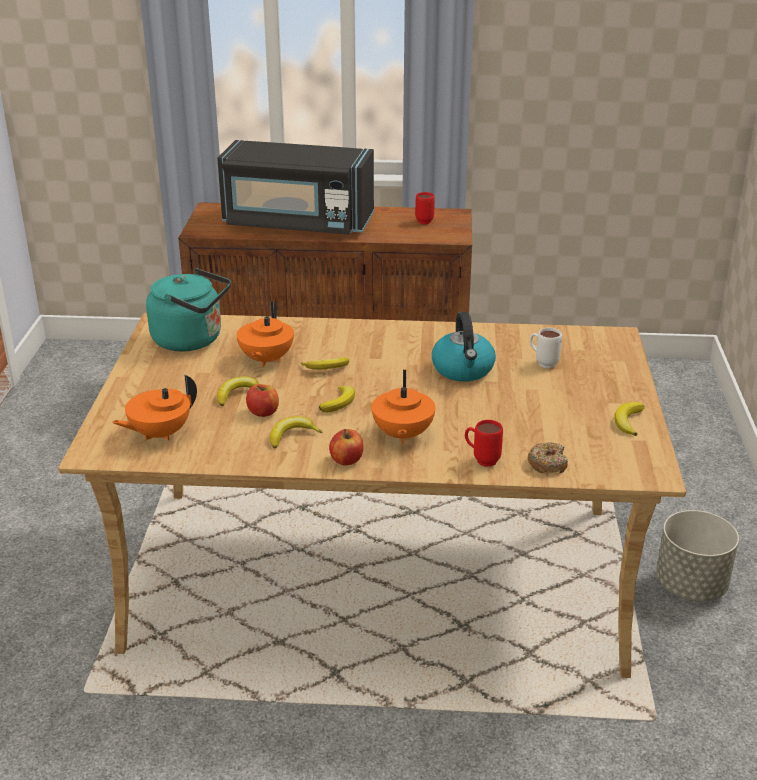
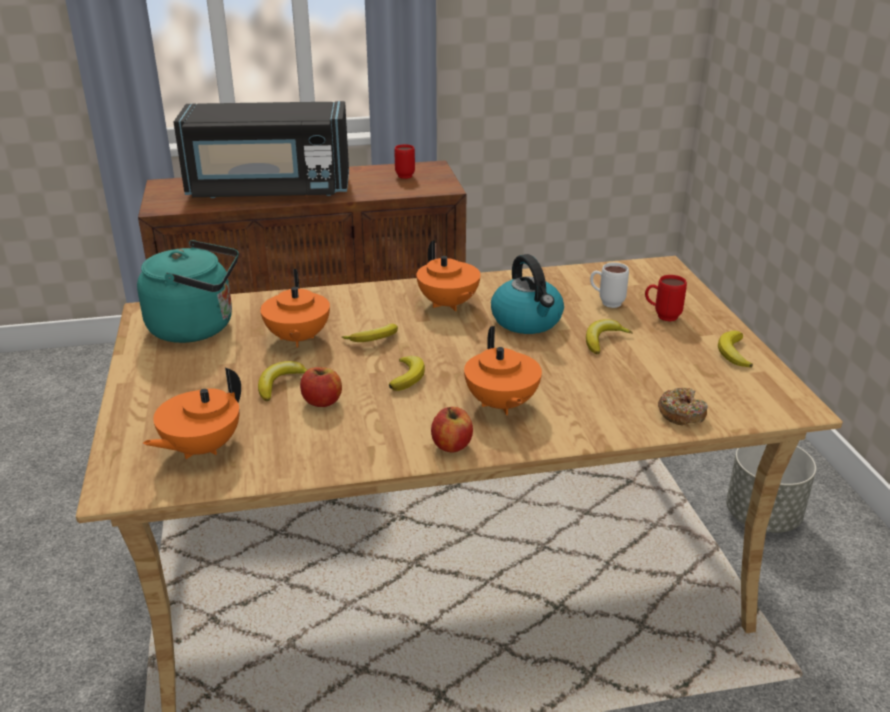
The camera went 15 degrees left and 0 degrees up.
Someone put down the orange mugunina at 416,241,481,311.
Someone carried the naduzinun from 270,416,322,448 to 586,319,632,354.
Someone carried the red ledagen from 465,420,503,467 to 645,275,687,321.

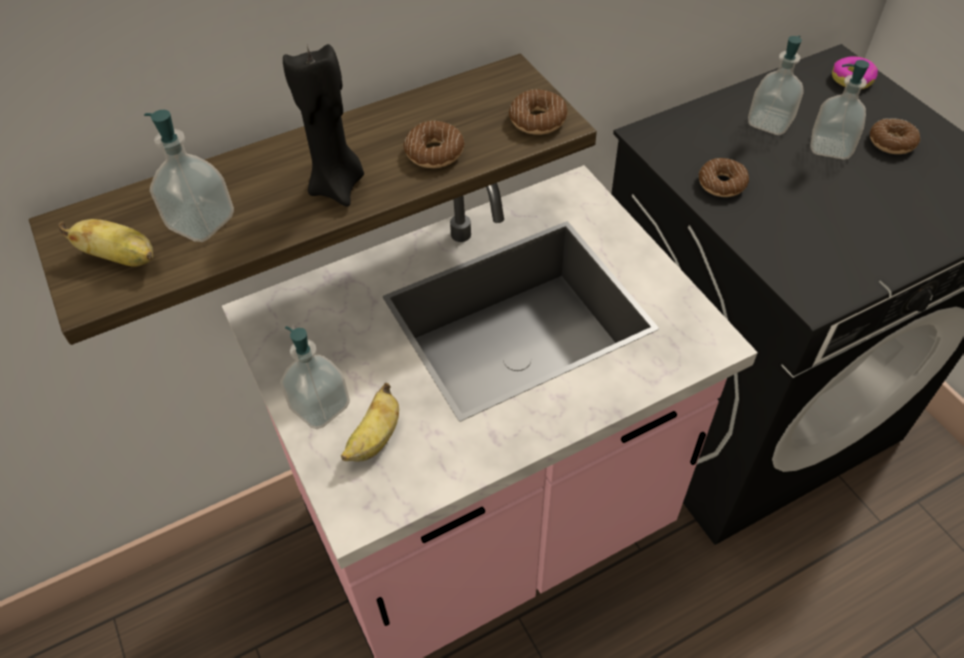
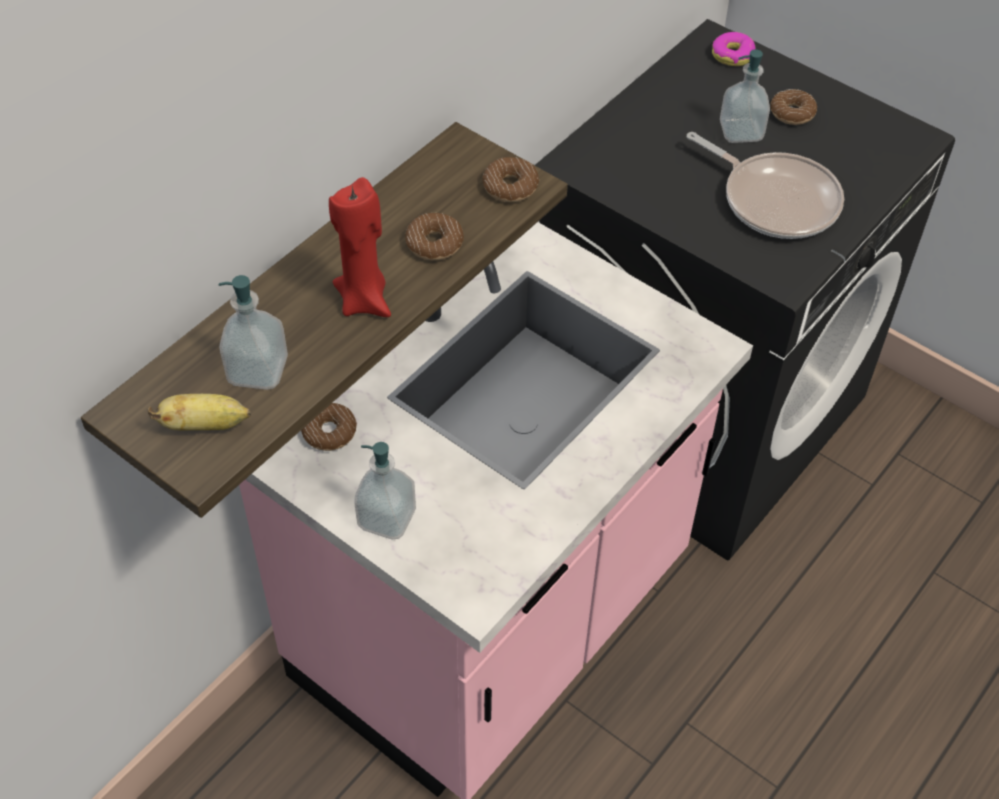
The camera went 25 degrees left and 0 degrees up.
Someone carried the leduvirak from 699,158,749,197 to 301,403,357,451.
Someone repainted the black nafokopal at 283,44,364,207, which became the red nafokopal at 329,177,391,317.
Someone put down the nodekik at 687,132,844,239.
Someone took away the naduzinun at 341,383,399,461.
Someone took away the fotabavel at 748,36,804,135.

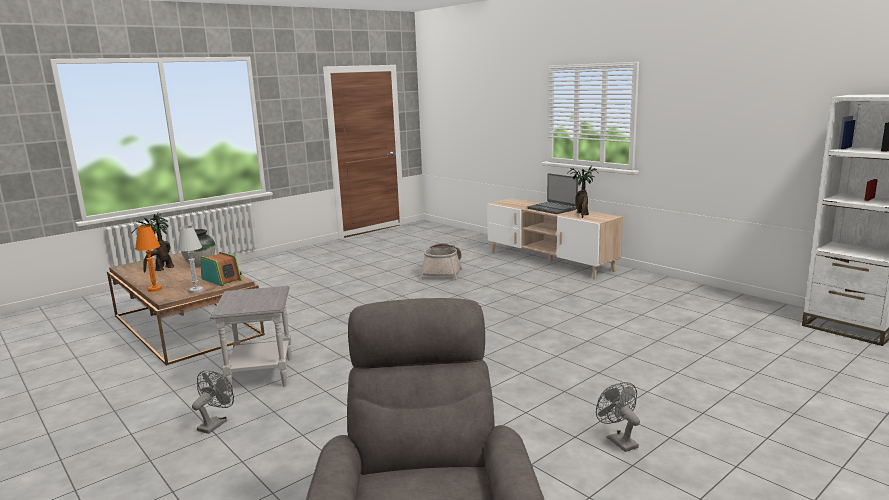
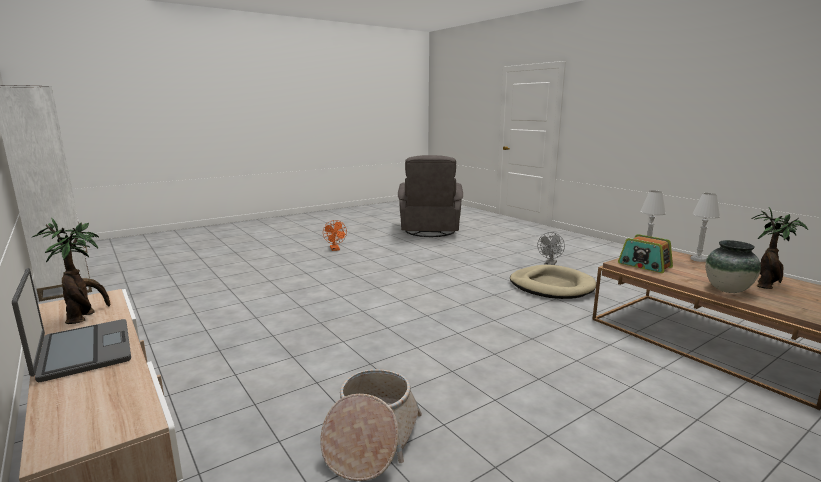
The camera went 175 degrees left and 0 degrees up.
Someone repainted the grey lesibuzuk at 596,382,640,452, which became the orange lesibuzuk at 323,220,347,251.
Someone swapped the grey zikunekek at 210,286,291,392 for the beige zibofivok at 510,265,596,299.
Someone repainted the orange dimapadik at 135,225,162,292, which became the white dimapadik at 690,193,720,262.

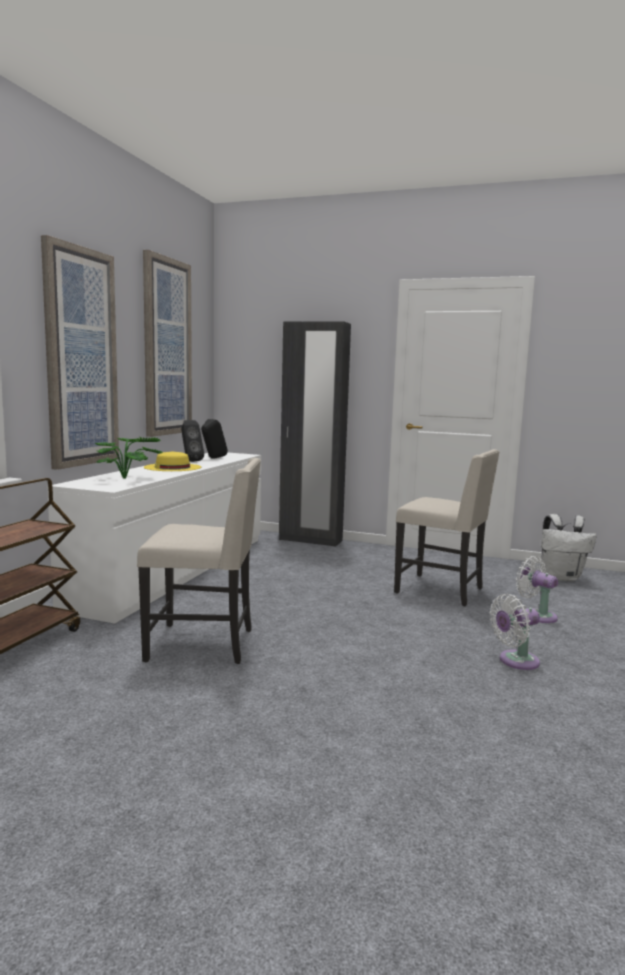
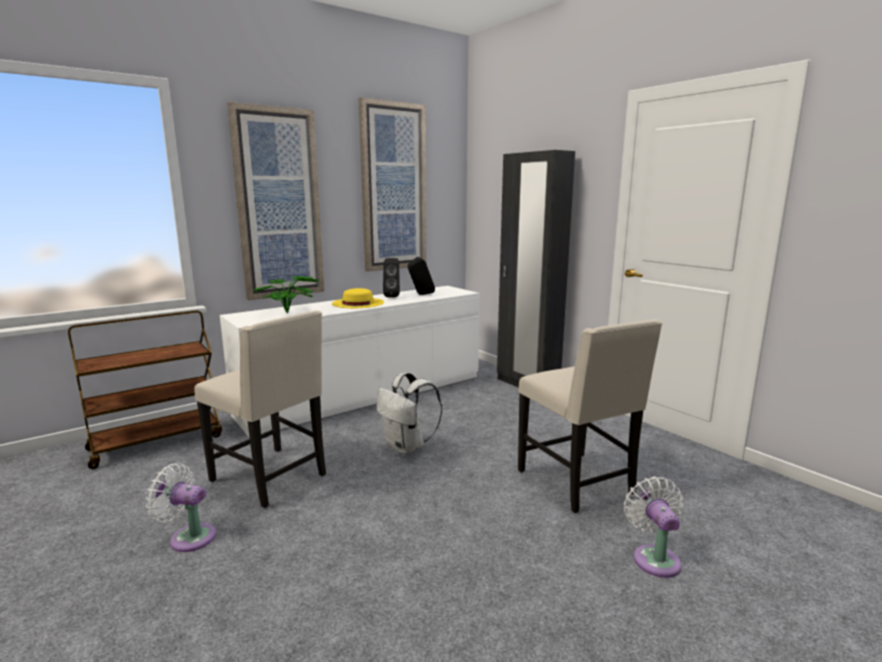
The camera went 35 degrees right and 5 degrees up.
Someone carried the white lesibuzuk from 490,594,540,670 to 146,463,216,552.
Someone carried the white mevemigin from 541,514,596,581 to 377,372,442,454.

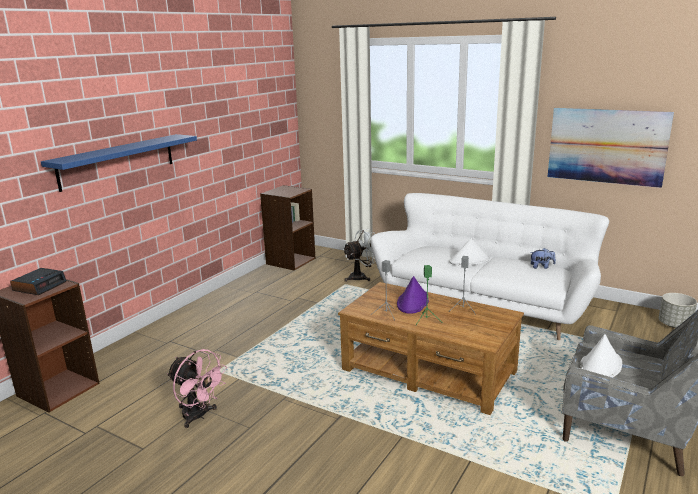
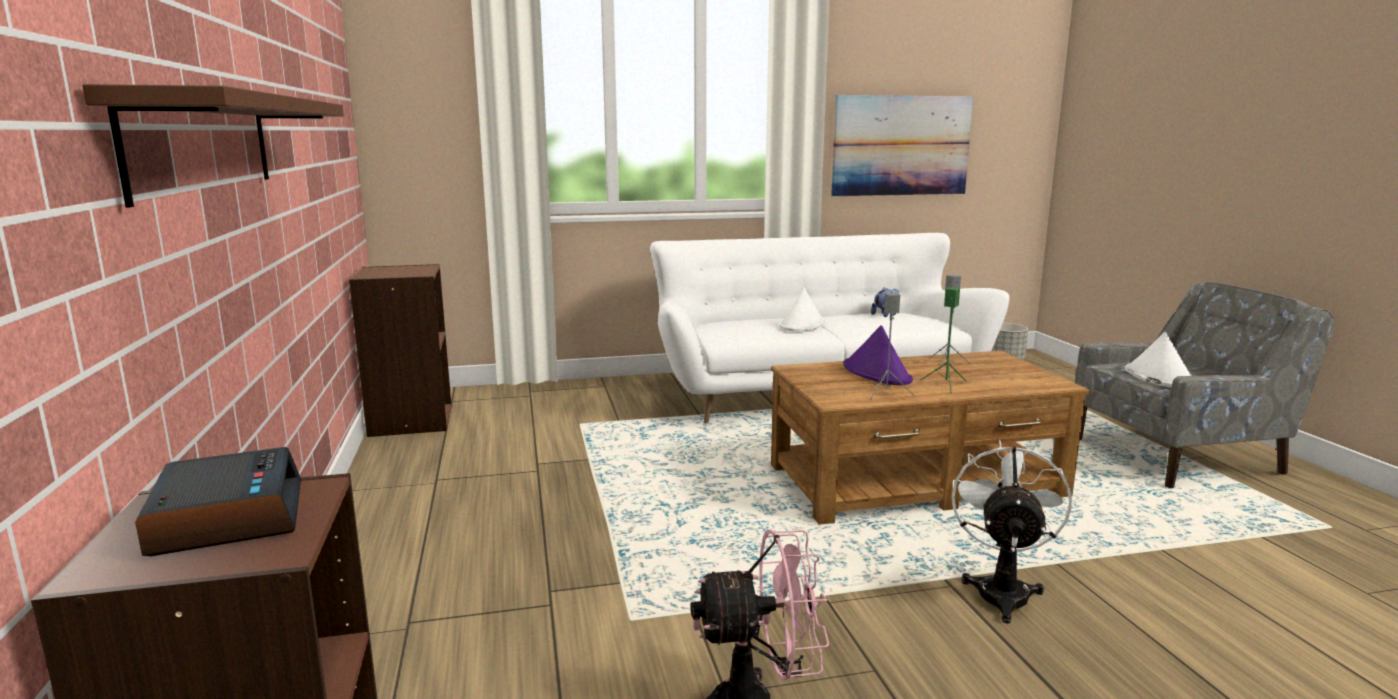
The camera went 45 degrees left and 5 degrees down.
Someone repainted the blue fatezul at 41,134,197,192, which became the brown fatezul at 83,84,344,208.
Someone carried the white lesibuzuk from 343,229,375,282 to 952,440,1072,623.

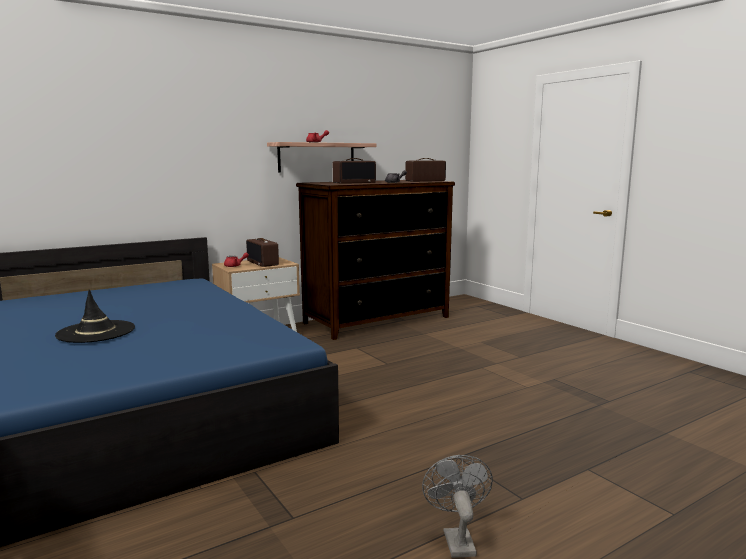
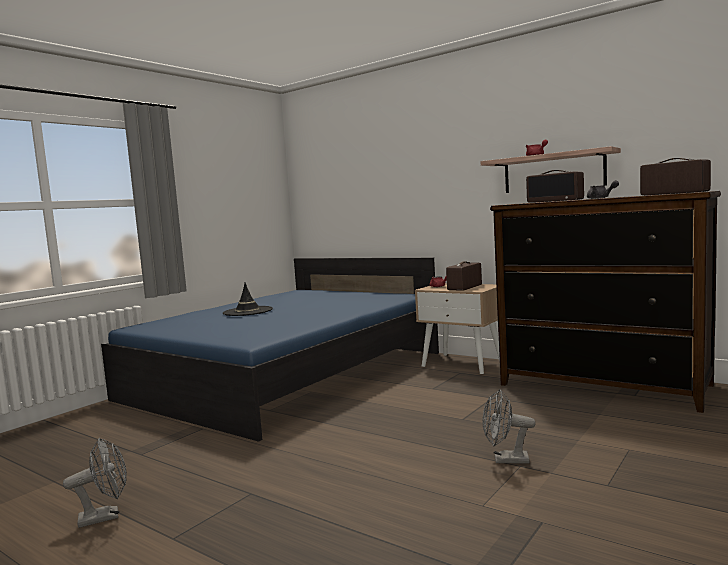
The camera went 70 degrees right and 5 degrees down.
Someone put down the grey lesibuzuk at 482,389,536,464.

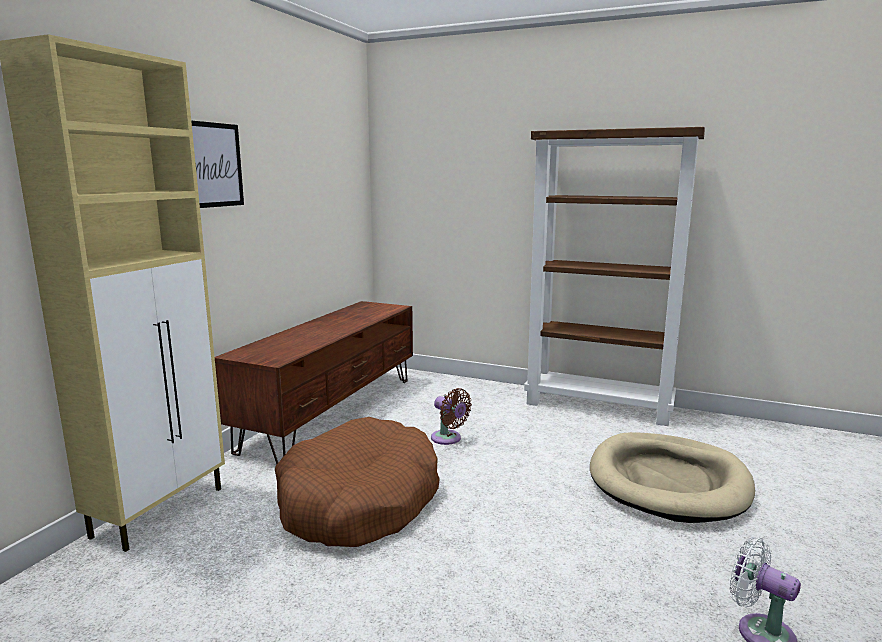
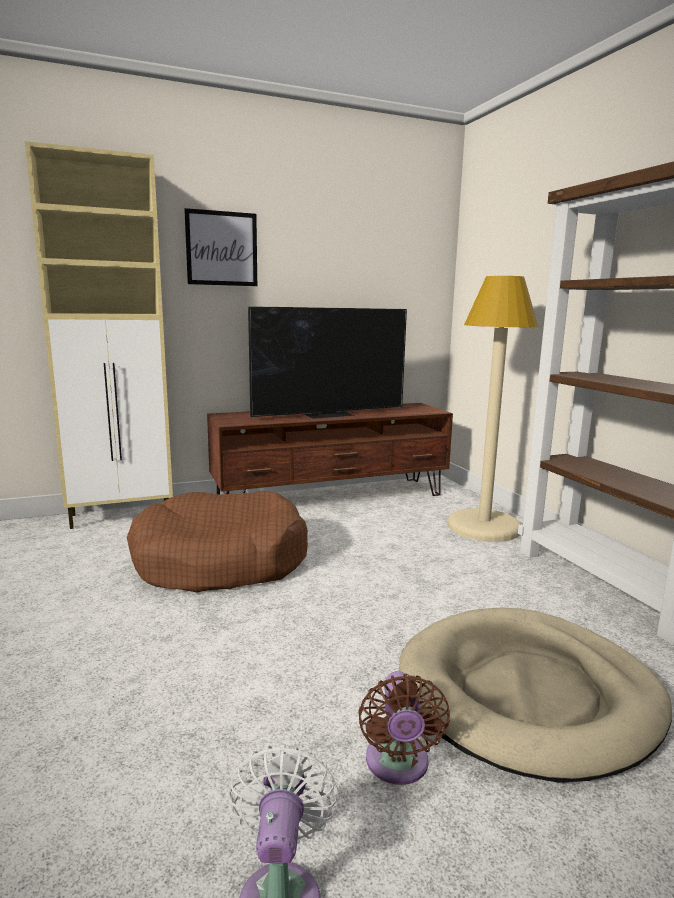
The camera went 45 degrees right and 0 degrees up.
Someone put down the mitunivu at 248,306,407,419.
Someone carried the brown lesibuzuk from 431,388,472,445 to 358,671,450,785.
Someone put down the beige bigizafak at 448,276,538,542.

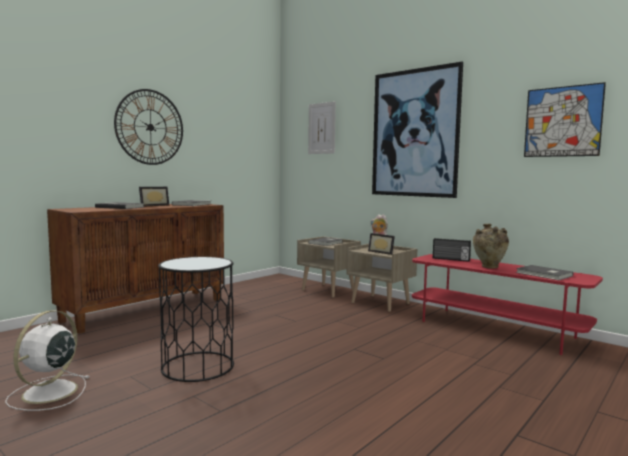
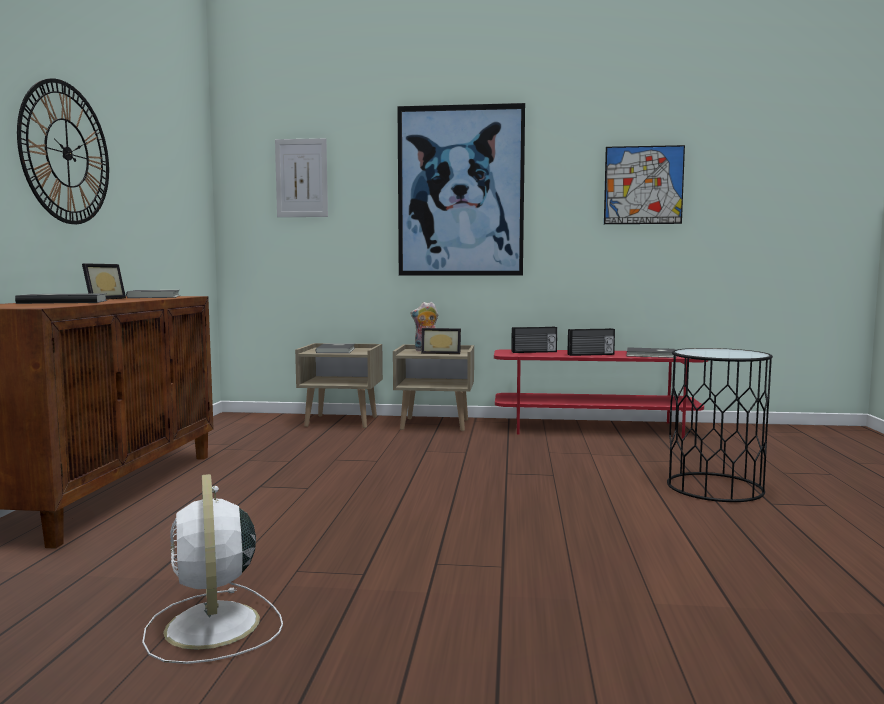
The camera went 35 degrees left and 0 degrees up.
Someone swapped the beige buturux at 473,224,509,268 for the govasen at 567,328,615,356.
Someone carried the black zikunekek from 158,257,234,382 to 667,348,773,502.

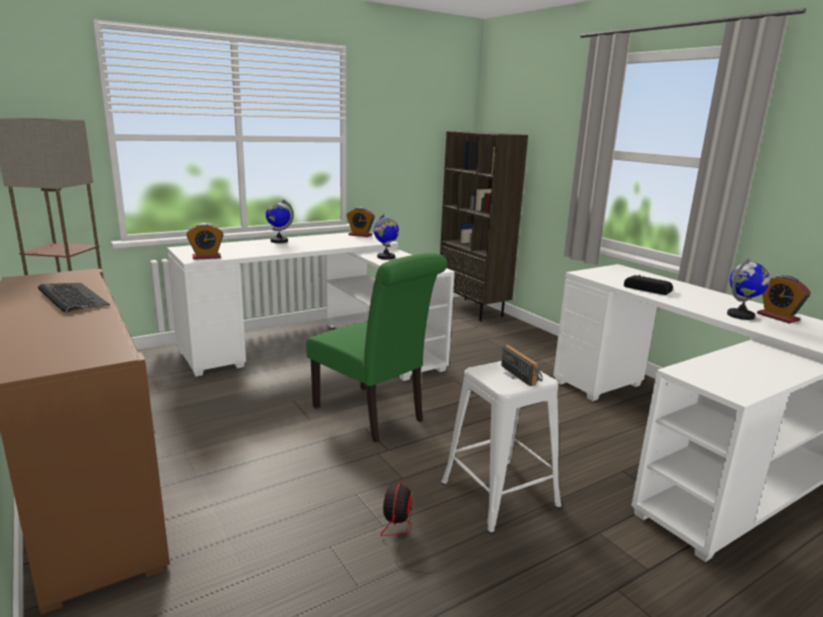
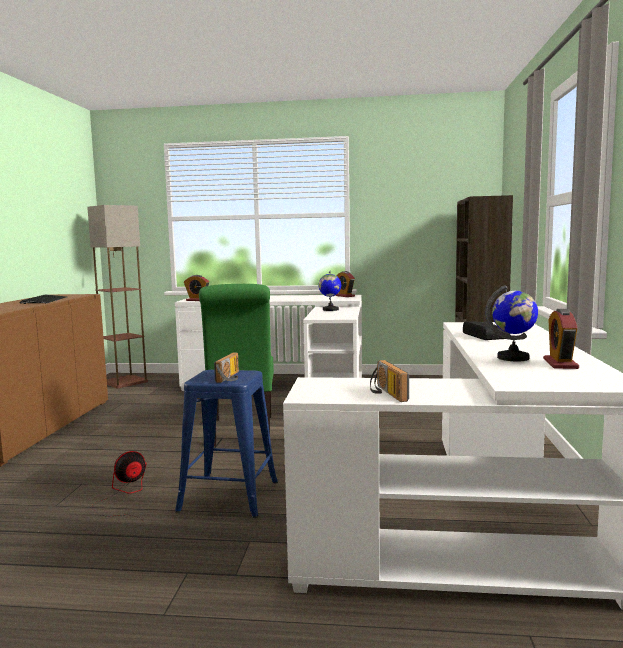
The camera went 40 degrees right and 10 degrees down.
Someone repainted the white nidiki at 441,361,562,534, which became the blue nidiki at 175,370,278,518.
Someone put down the govasen at 370,360,409,402.
Someone took away the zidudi at 266,199,294,243.

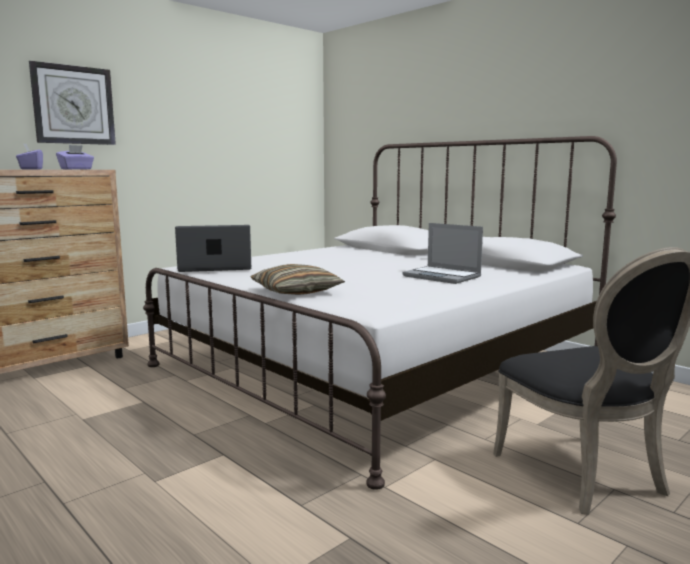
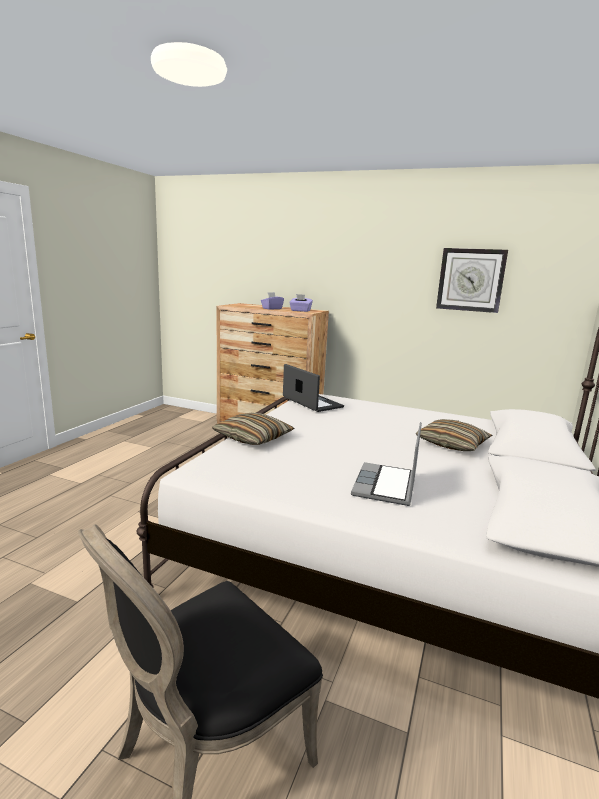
The camera went 65 degrees right and 5 degrees up.
Someone put down the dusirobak at 416,419,493,451.
Someone carried the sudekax from 29,61,116,145 to 436,248,508,313.

